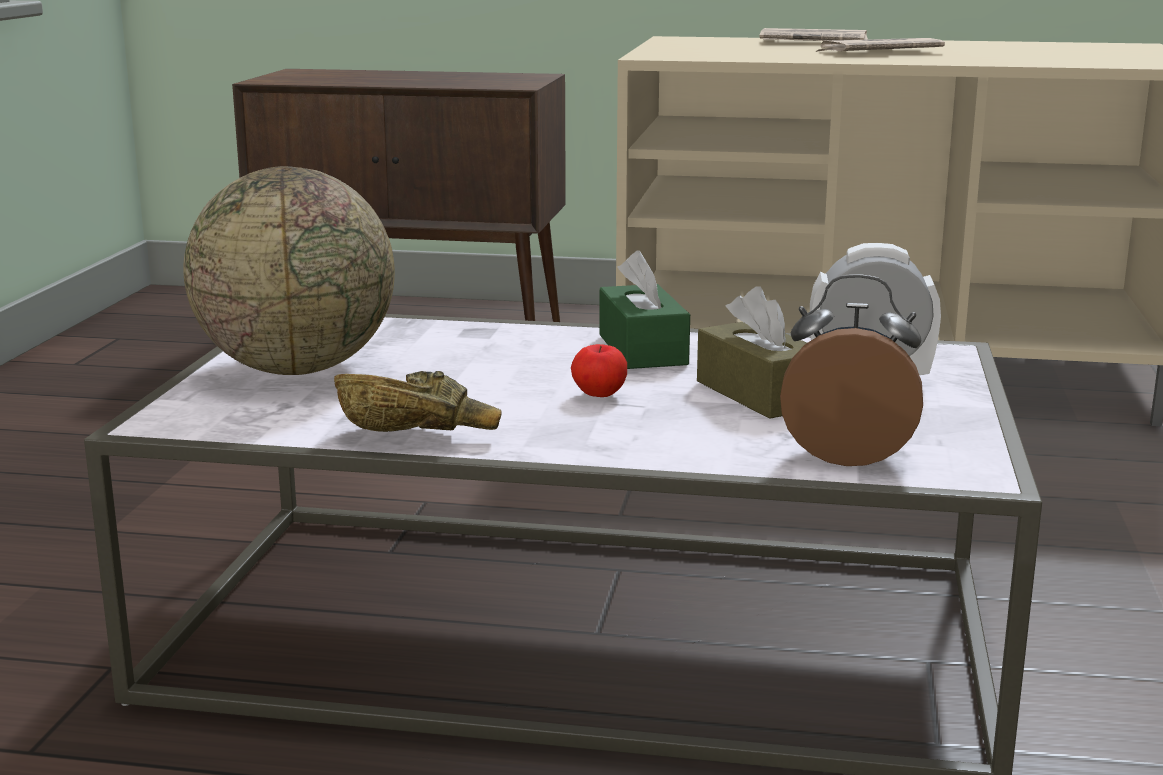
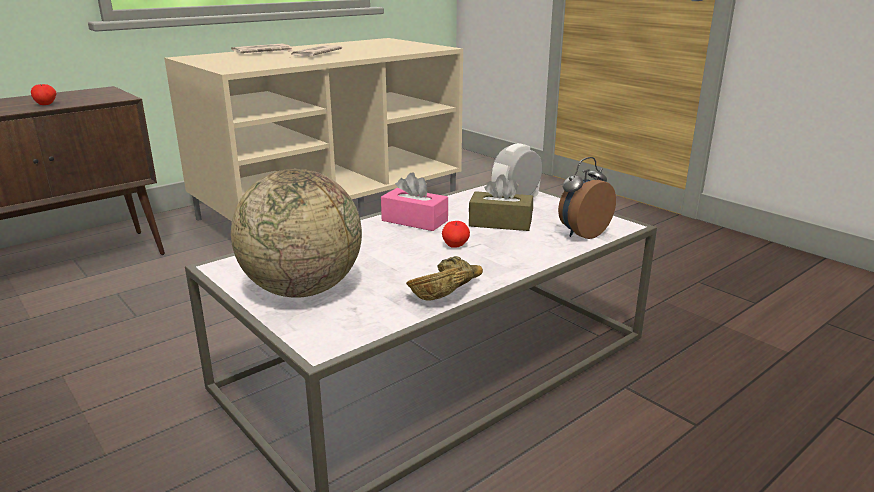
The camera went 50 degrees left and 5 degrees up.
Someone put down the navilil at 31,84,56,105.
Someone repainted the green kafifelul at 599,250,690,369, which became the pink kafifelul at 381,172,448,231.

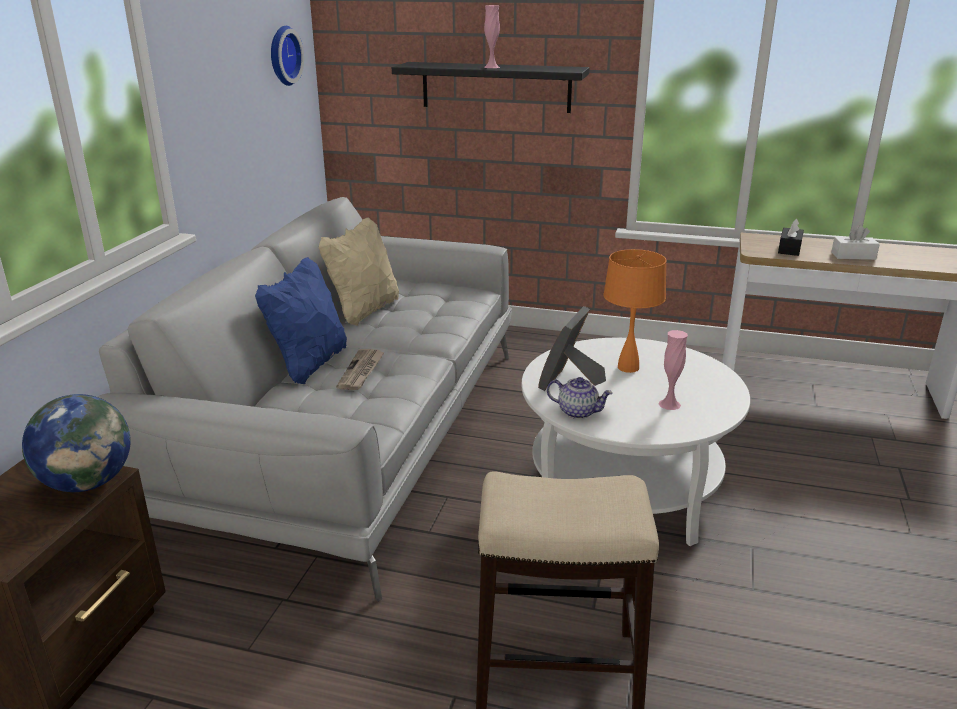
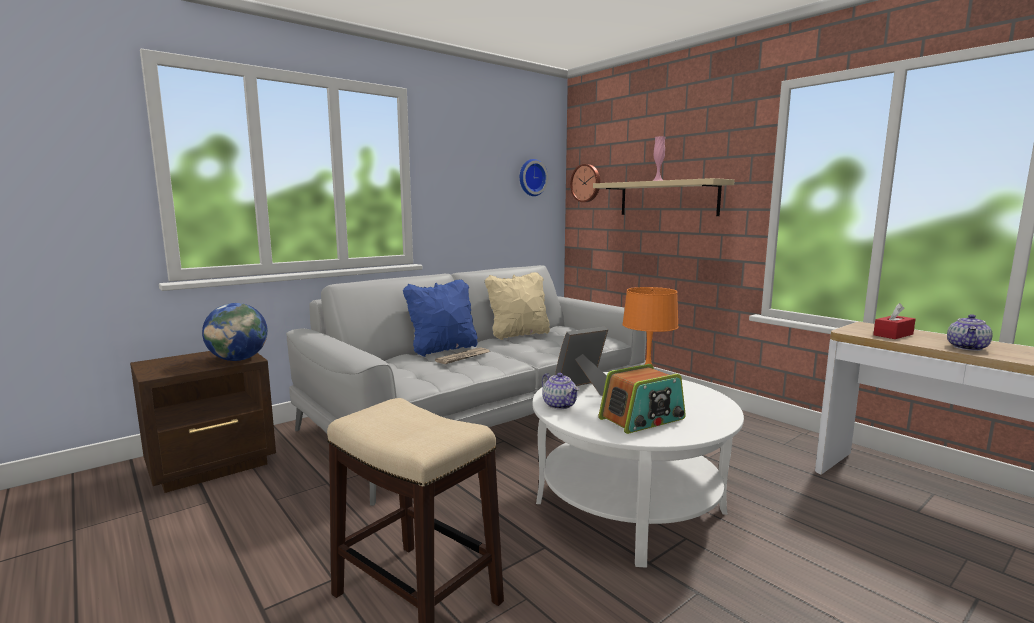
The camera went 35 degrees right and 15 degrees down.
Someone put up the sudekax at 570,164,600,202.
Someone repainted the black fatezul at 392,62,590,113, which became the beige fatezul at 593,178,735,216.
Someone swapped the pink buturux at 658,330,688,410 for the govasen at 598,364,686,434.
Someone repainted the black kafifelul at 778,218,804,256, which became the red kafifelul at 873,303,915,339.
Someone swapped the white kafifelul at 831,225,880,260 for the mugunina at 947,314,992,351.

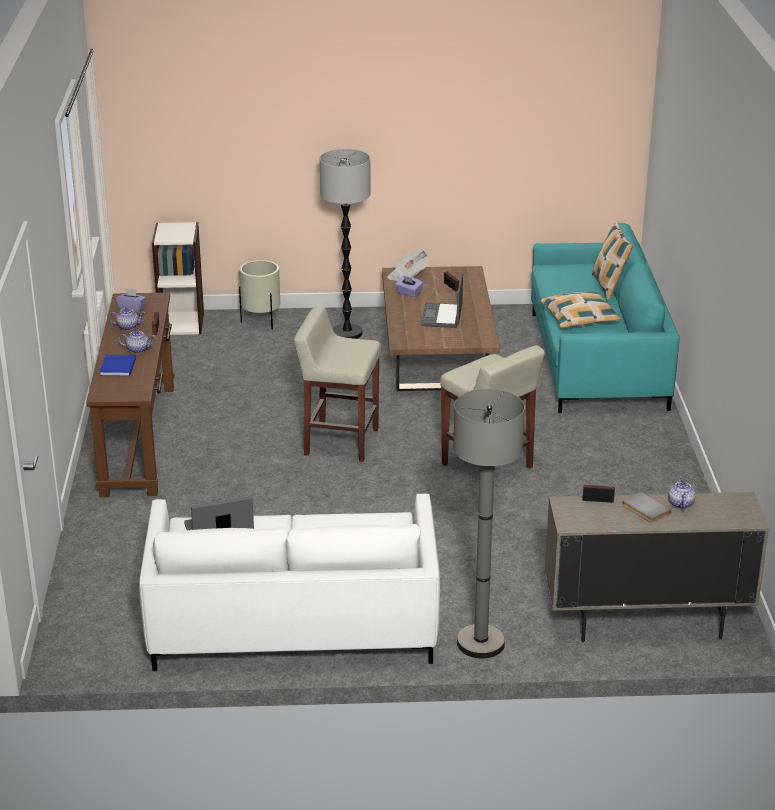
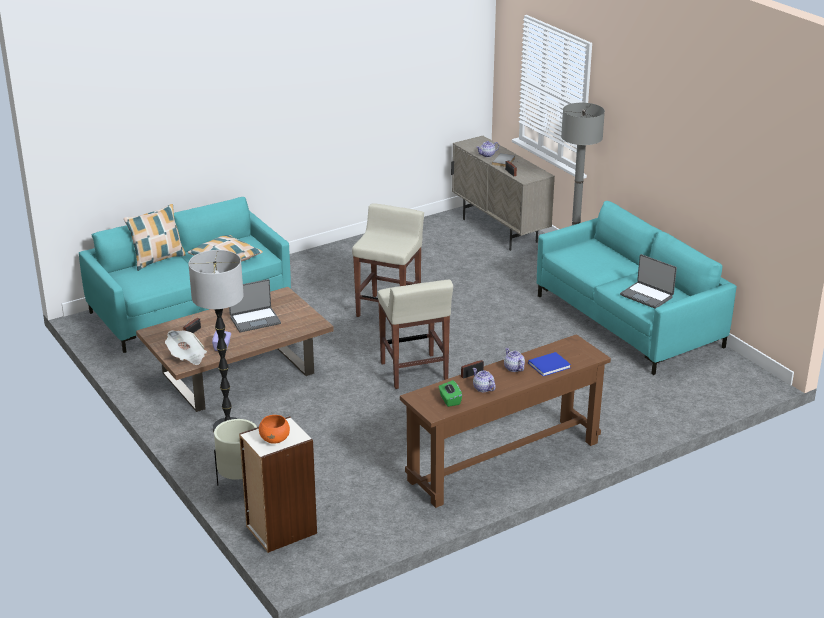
The camera went 120 degrees left and 0 degrees up.
Someone put down the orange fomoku at 259,415,290,444.
Someone repainted the purple kafifelul at 116,288,146,312, which became the green kafifelul at 438,380,462,407.
Someone repainted the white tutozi at 139,494,440,671, which became the turquoise tutozi at 537,201,737,375.

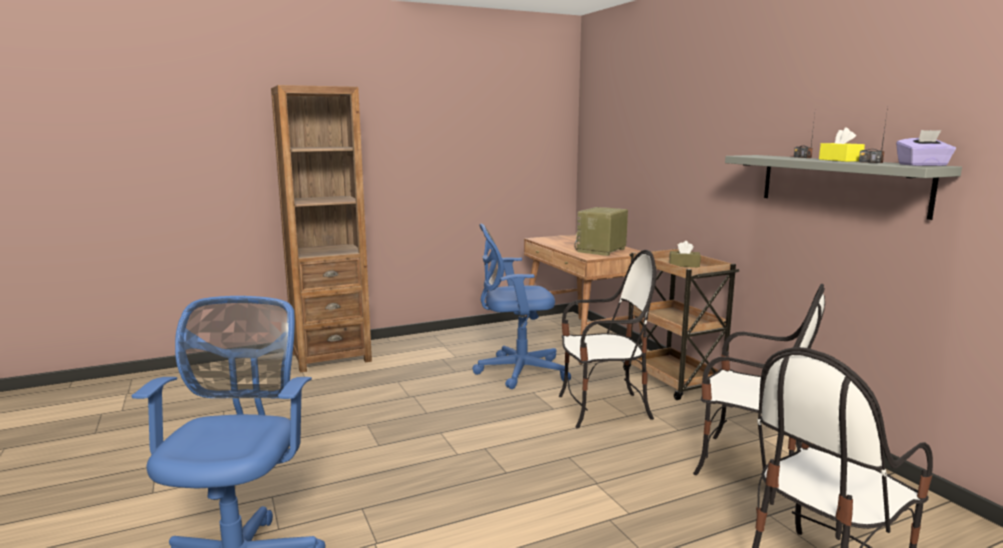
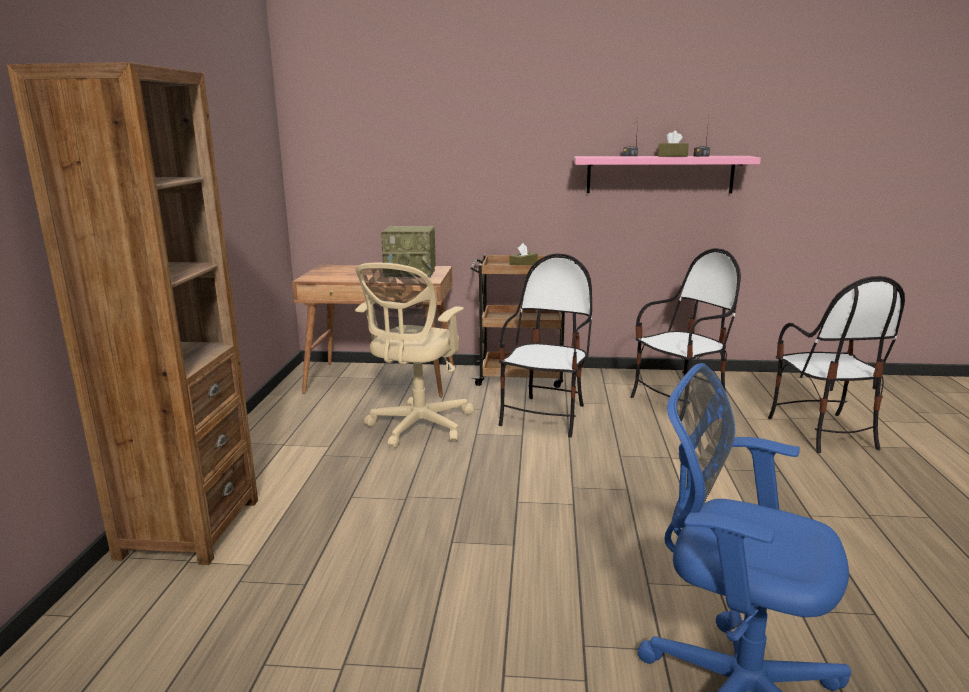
The camera went 60 degrees left and 5 degrees up.
Someone repainted the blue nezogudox at 472,224,571,389, which became the beige nezogudox at 355,263,474,448.
Someone rotated the govasen at 574,207,628,256 by 60 degrees counterclockwise.
Someone repainted the grey fatezul at 725,155,962,220, which became the pink fatezul at 574,156,761,194.
Someone repainted the yellow kafifelul at 819,127,865,162, which became the brown kafifelul at 658,131,689,157.
Someone took away the purple kafifelul at 896,130,956,166.

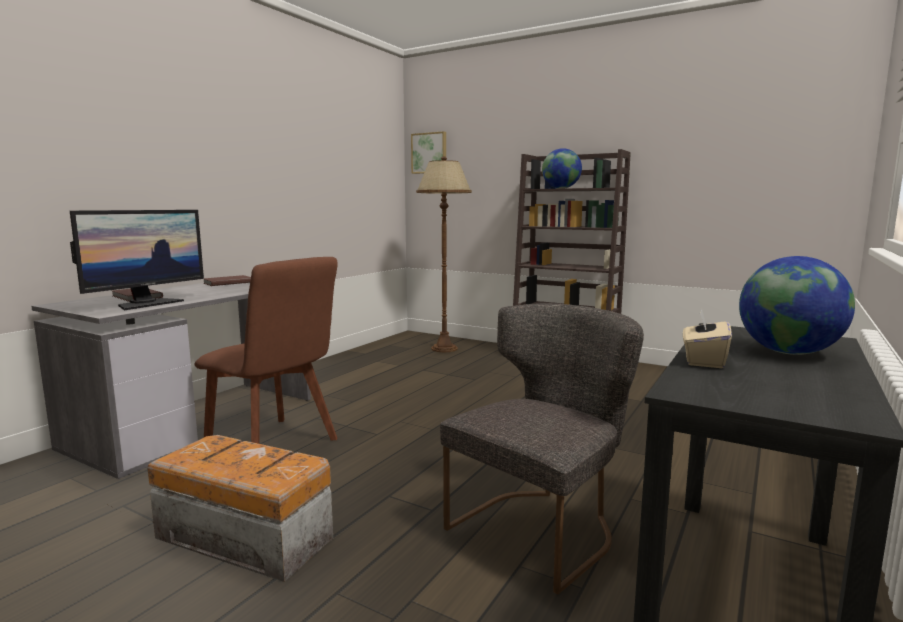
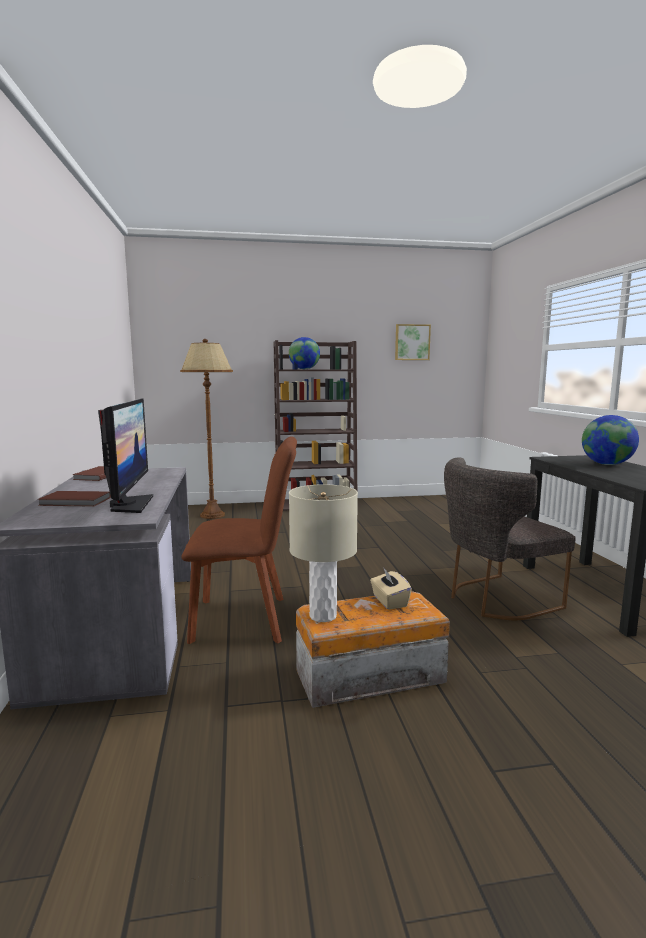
The camera went 40 degrees left and 0 degrees up.
Someone put down the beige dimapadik at 289,484,358,622.
Someone carried the beige kafifelul from 683,309,732,368 to 370,569,412,610.
Someone carried the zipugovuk from 411,131,446,174 to 395,324,431,360.
Someone rotated the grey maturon at 440,303,644,595 by 120 degrees counterclockwise.

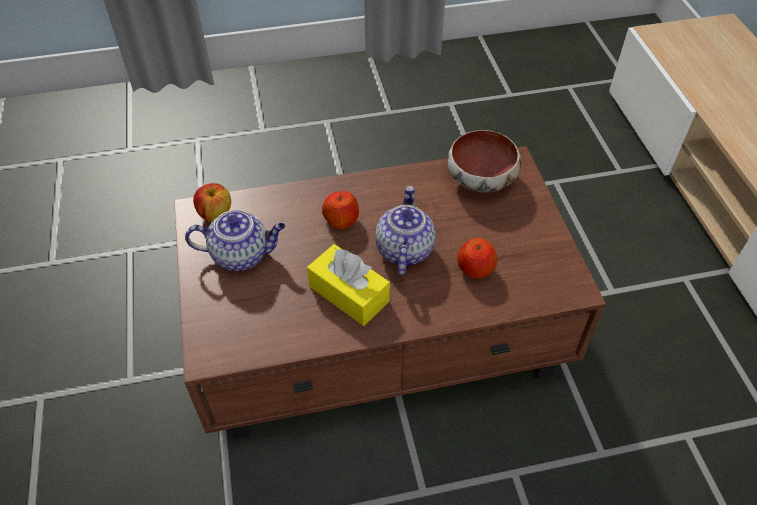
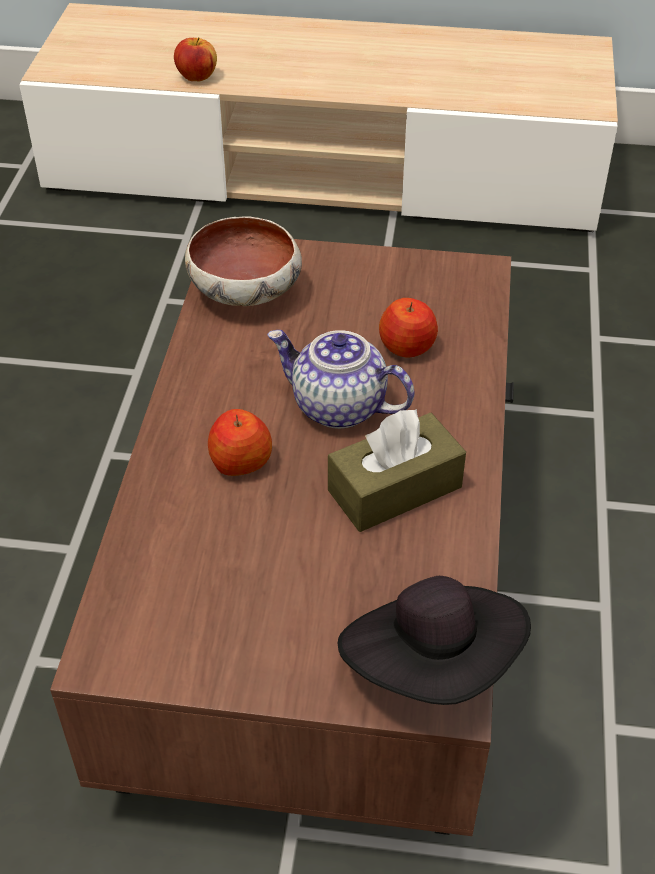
The camera went 70 degrees left and 5 degrees down.
Someone carried the navilil from 193,183,231,222 to 174,37,217,81.
Someone repainted the yellow kafifelul at 307,244,390,326, which became the brown kafifelul at 328,409,466,532.
Someone put down the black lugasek at 337,576,531,705.
Someone took away the mugunina at 185,210,285,271.

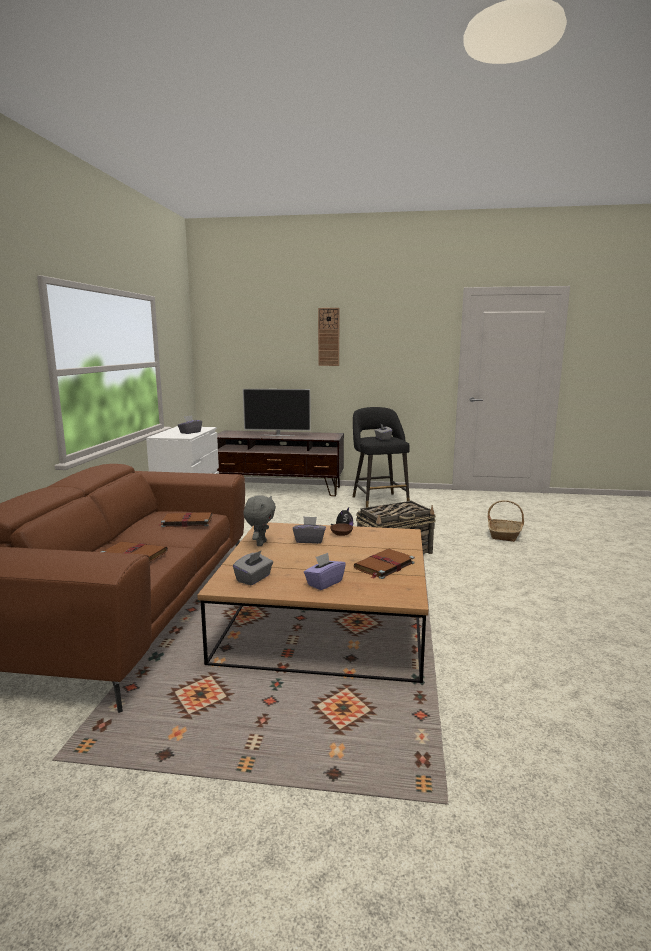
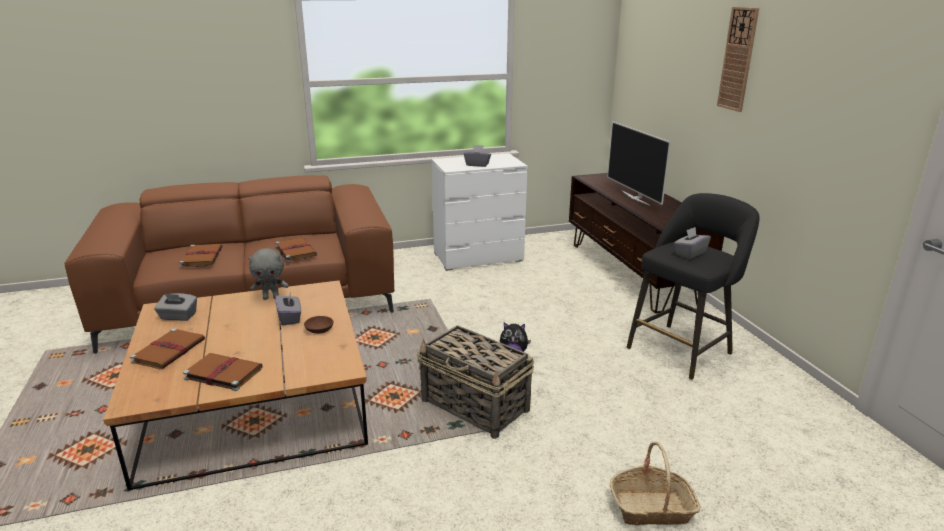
The camera went 65 degrees right and 10 degrees up.
Someone swapped the purple kafifelul at 304,553,346,590 for the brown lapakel at 130,328,205,369.

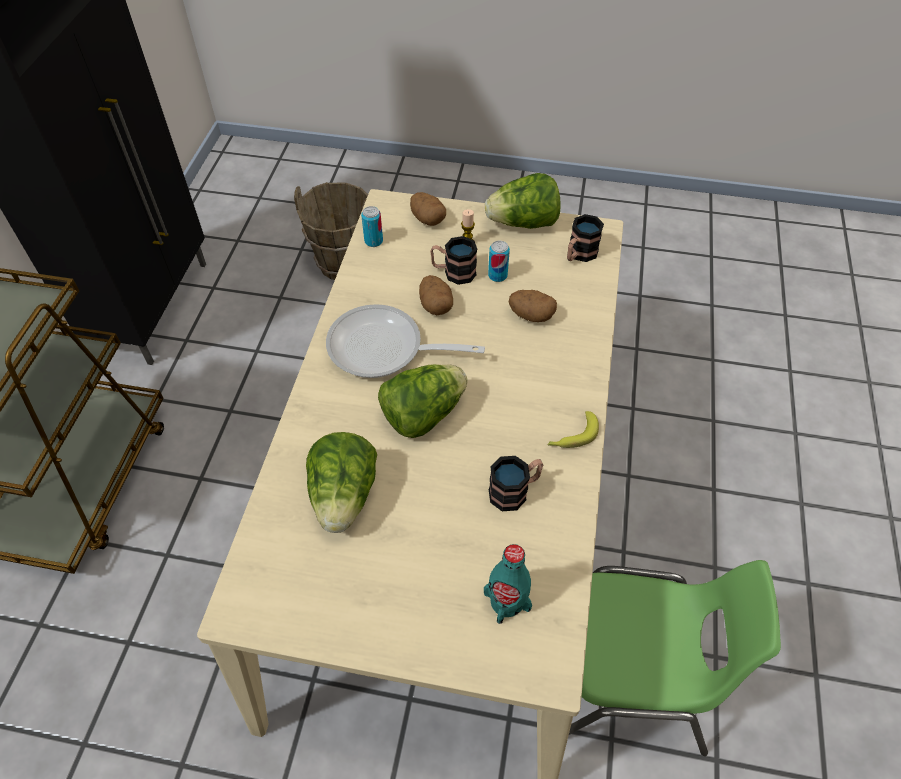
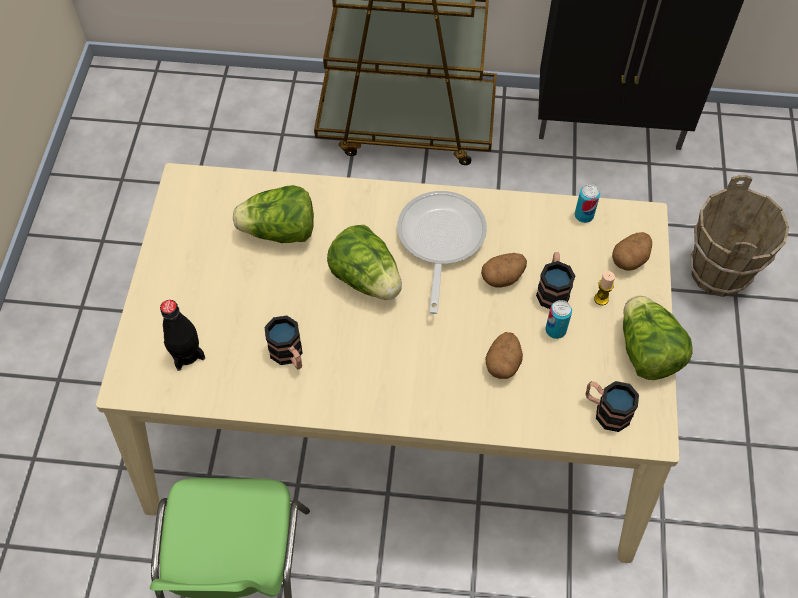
The camera went 85 degrees right and 5 degrees up.
Someone repainted the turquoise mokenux at 484,544,532,624, which became the black mokenux at 160,300,205,371.
Someone took away the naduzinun at 547,411,599,448.

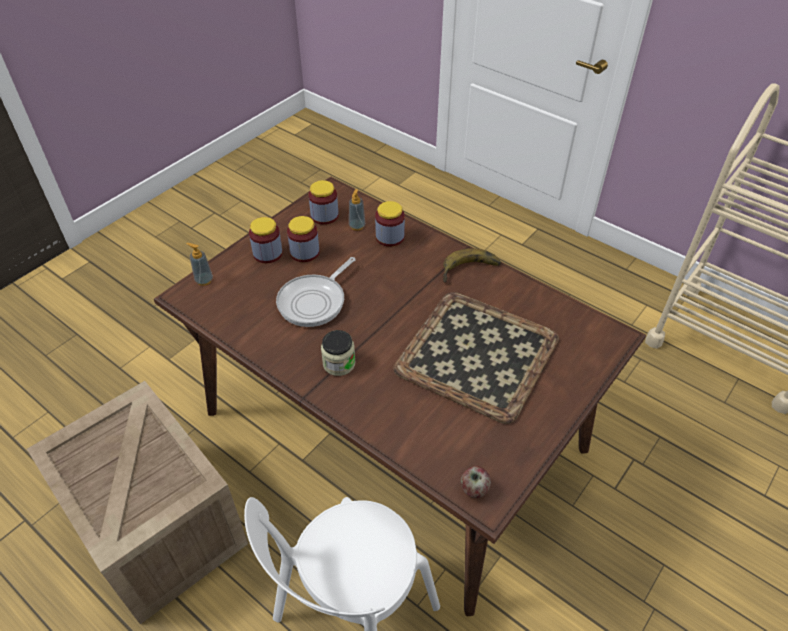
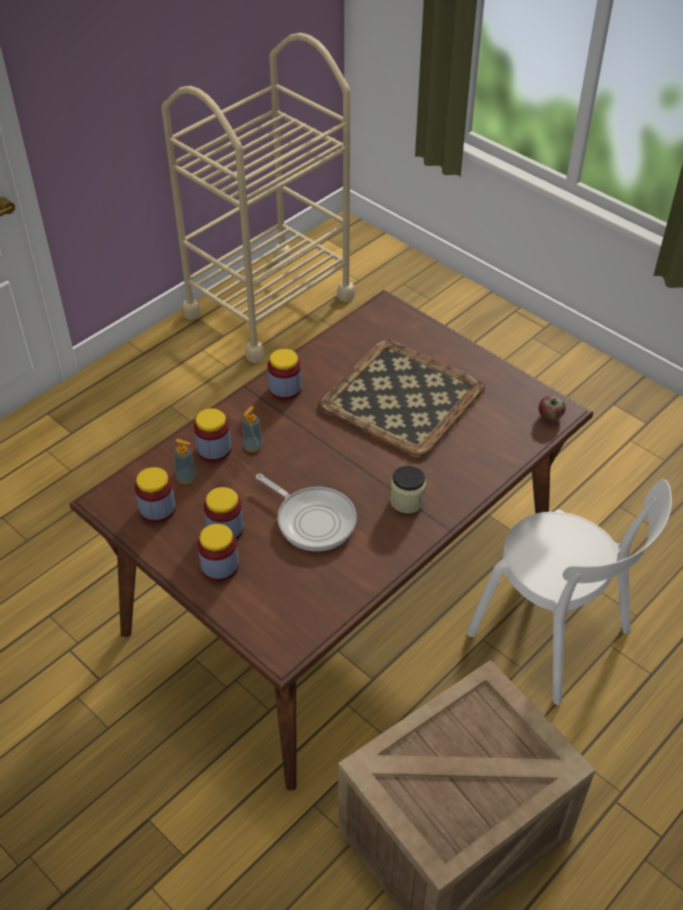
The camera went 85 degrees left and 0 degrees up.
Someone carried the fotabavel from 186,243,213,286 to 242,406,263,452.
Someone swapped the naduzinun at 443,248,501,283 for the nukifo at 267,349,302,400.

